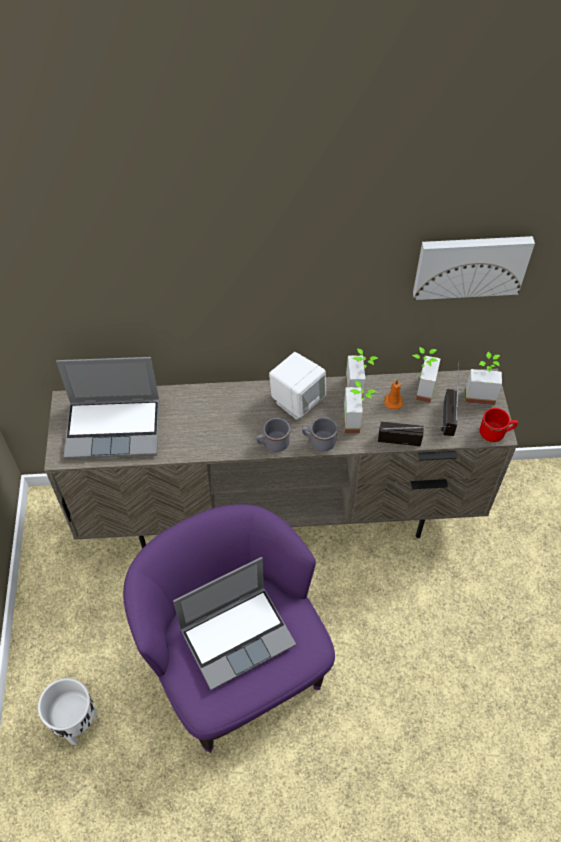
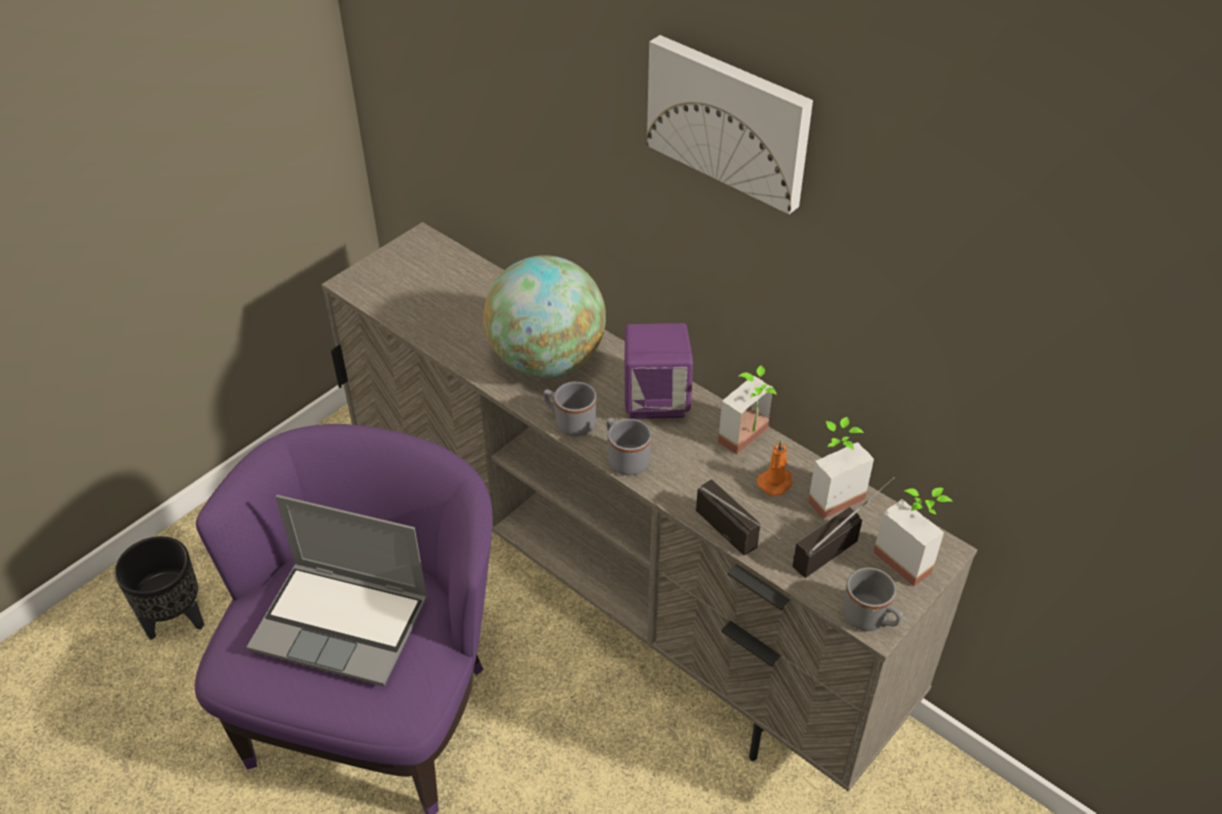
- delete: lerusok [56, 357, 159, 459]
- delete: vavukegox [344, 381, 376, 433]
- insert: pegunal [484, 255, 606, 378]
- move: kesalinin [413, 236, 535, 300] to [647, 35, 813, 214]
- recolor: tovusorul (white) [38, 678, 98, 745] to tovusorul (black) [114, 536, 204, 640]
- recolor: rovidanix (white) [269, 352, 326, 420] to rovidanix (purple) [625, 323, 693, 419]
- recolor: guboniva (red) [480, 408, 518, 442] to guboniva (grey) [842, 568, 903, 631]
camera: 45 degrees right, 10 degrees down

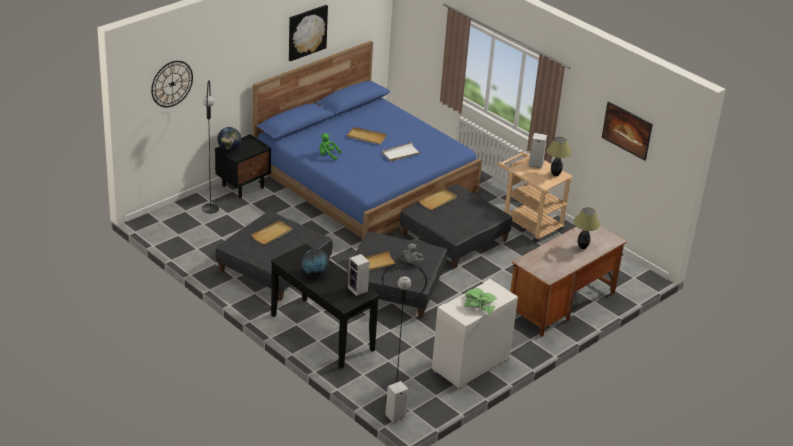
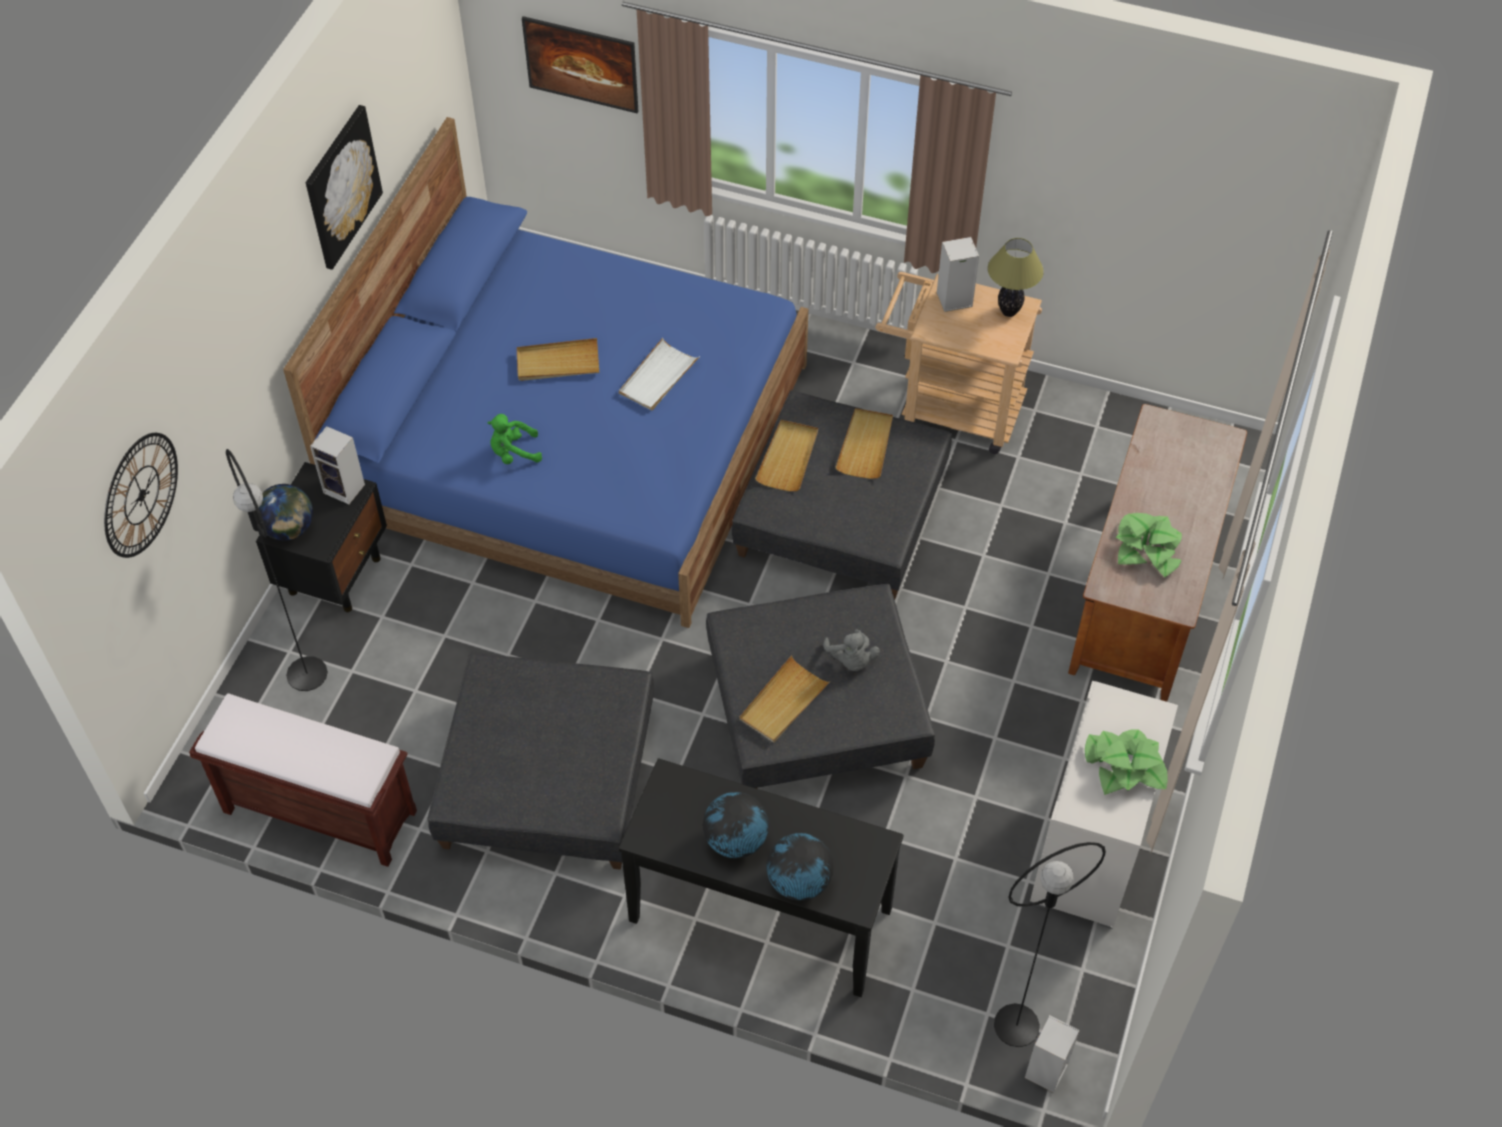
- delete: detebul [573, 207, 600, 249]
- insert: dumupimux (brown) [189, 693, 417, 867]
- insert: pegunal [767, 833, 834, 901]
- insert: vavukegox [1116, 513, 1182, 577]
- move: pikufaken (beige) [251, 220, 292, 244] to [835, 408, 893, 479]
- move: rovidanix [348, 254, 370, 296] to [310, 426, 365, 504]
- move: kesalinin [602, 101, 653, 161] to [522, 16, 638, 113]
camera: 25 degrees left, 20 degrees up

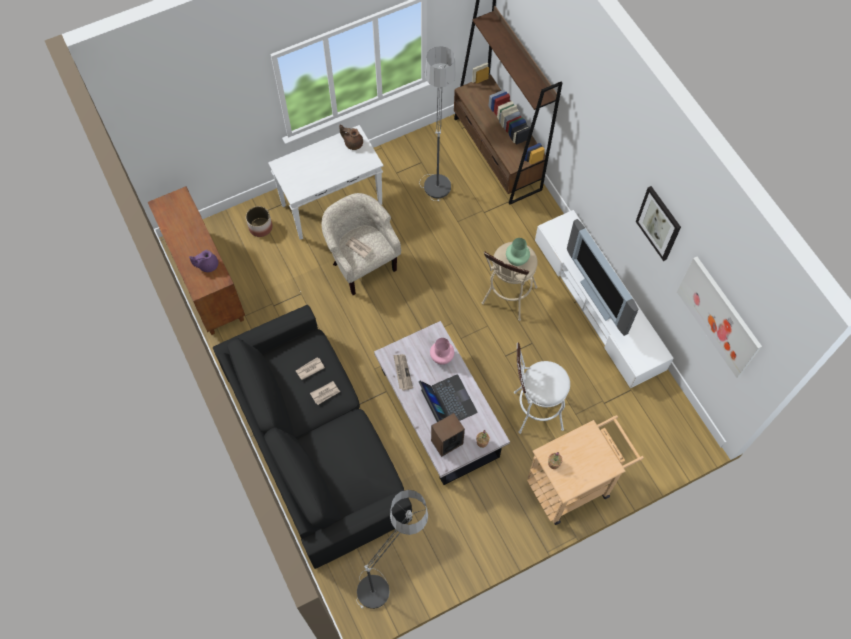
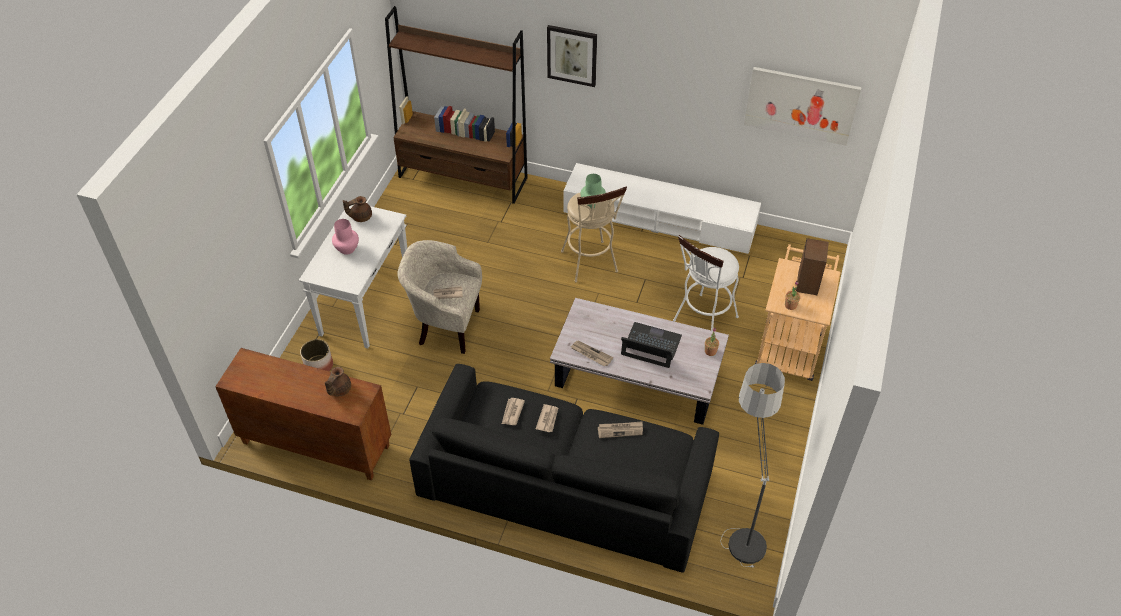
- delete: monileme [419, 46, 456, 201]
- delete: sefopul [567, 219, 639, 336]
- insert: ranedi [598, 421, 643, 438]
- move: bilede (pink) [430, 338, 454, 365] to [332, 219, 359, 255]
- move: rovidanix [431, 413, 465, 457] to [796, 238, 829, 295]
- move: kesalinin [636, 186, 681, 261] to [547, 25, 597, 87]
- recolor: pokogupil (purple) [189, 250, 218, 272] to pokogupil (brown) [325, 367, 351, 396]
camera: 45 degrees left, 15 degrees down

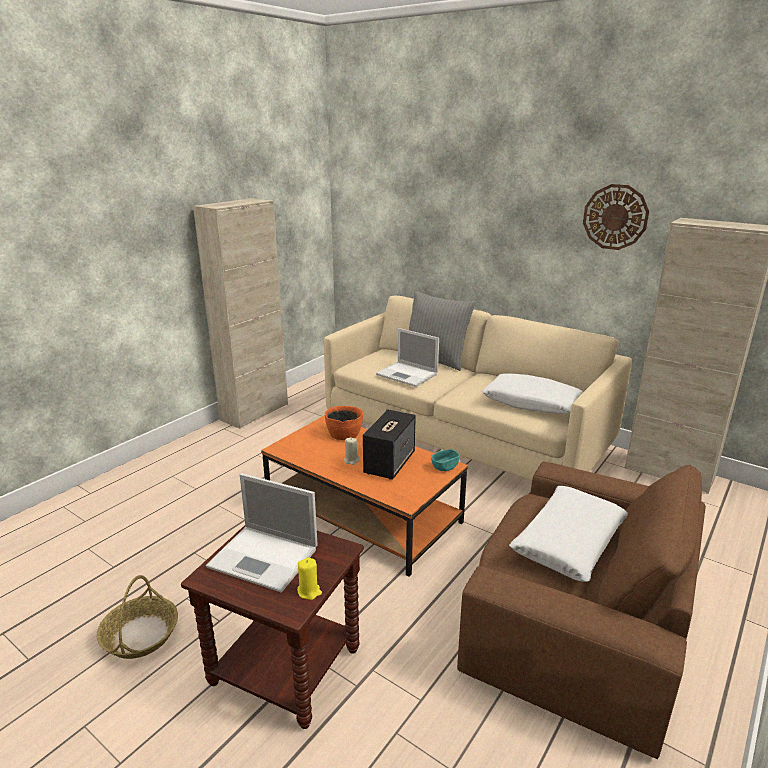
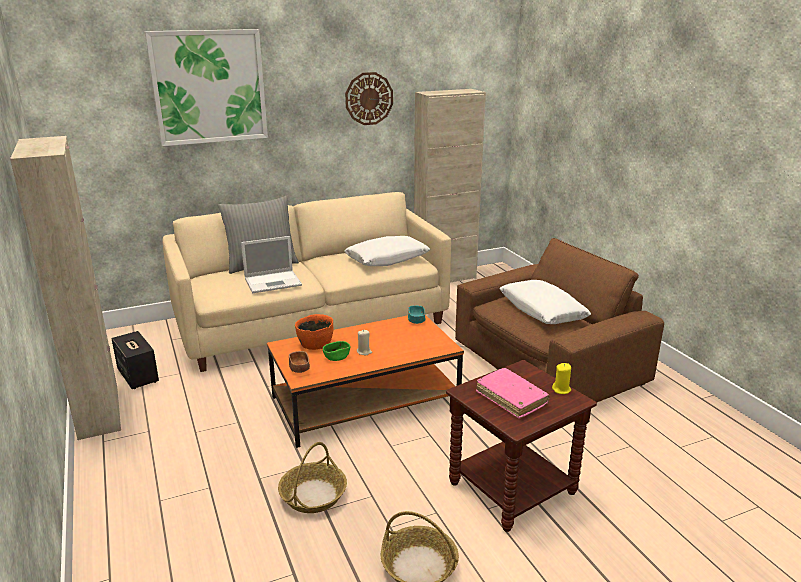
- insert: kesalinin [145, 29, 268, 146]
- insert: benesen [278, 442, 347, 513]
- insert: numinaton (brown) [289, 351, 310, 373]
- insert: numinaton (green) [323, 341, 350, 361]
- move: rovidanix [363, 409, 416, 480] to [111, 331, 159, 389]
- replace: lerusok [206, 473, 318, 593] to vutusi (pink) [476, 368, 550, 419]
camera: 60 degrees left, 0 degrees up

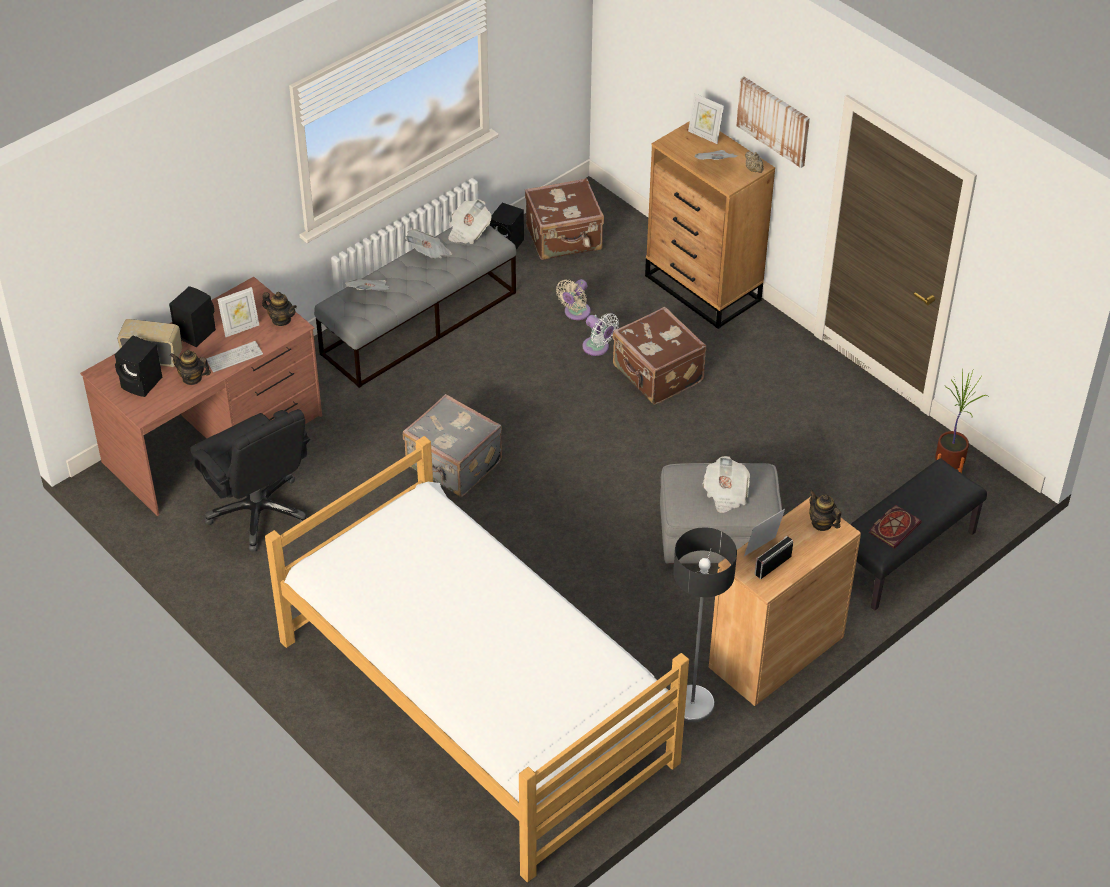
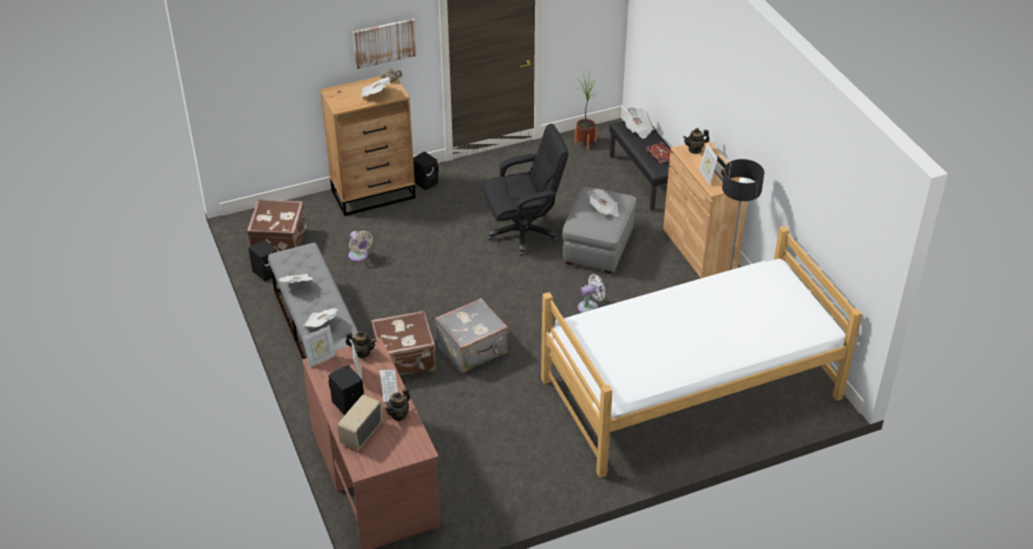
- move: rovidanix (black) [115, 335, 162, 397] to [413, 151, 439, 190]
- move: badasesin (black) [190, 409, 310, 551] to [482, 124, 568, 256]
- move: ranedi [448, 199, 491, 244] to [624, 107, 654, 139]
- move: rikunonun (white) [582, 313, 619, 356] to [578, 274, 606, 313]
- move: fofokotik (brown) [613, 307, 706, 405] to [371, 310, 436, 377]
- move: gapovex [688, 93, 724, 144] to [303, 325, 336, 368]
- rotate: pokogupil [262, 292, 297, 326] = [346, 330, 377, 358] 60 degrees clockwise
camera: 70 degrees left, 5 degrees down

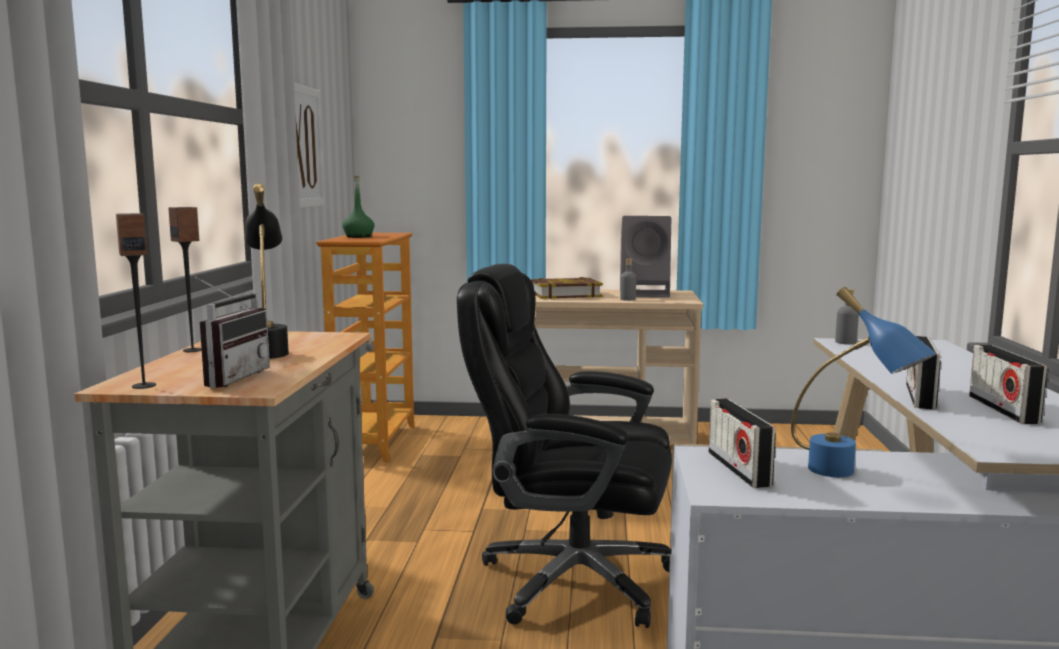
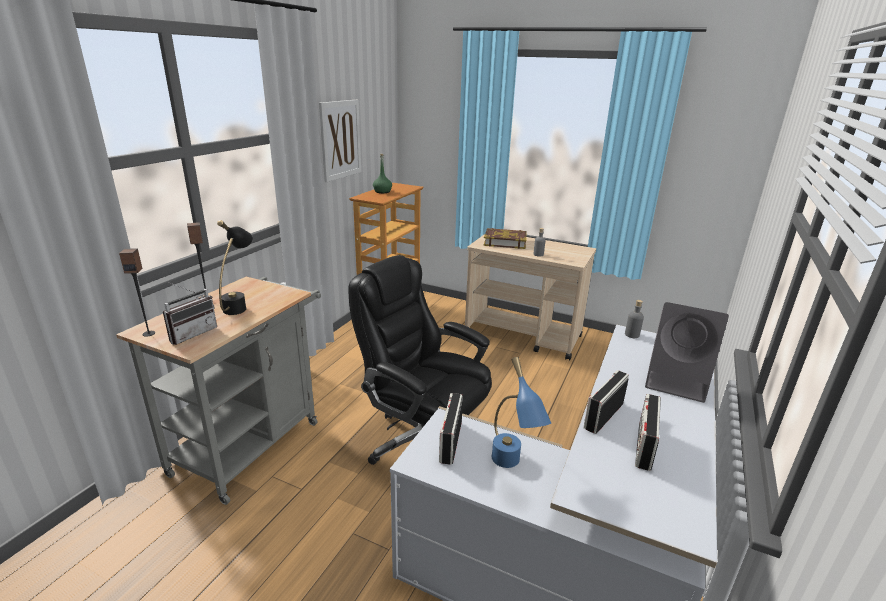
- move: rovidanix (grey) [620, 216, 671, 298] to [645, 302, 729, 403]
camera: 20 degrees right, 15 degrees up

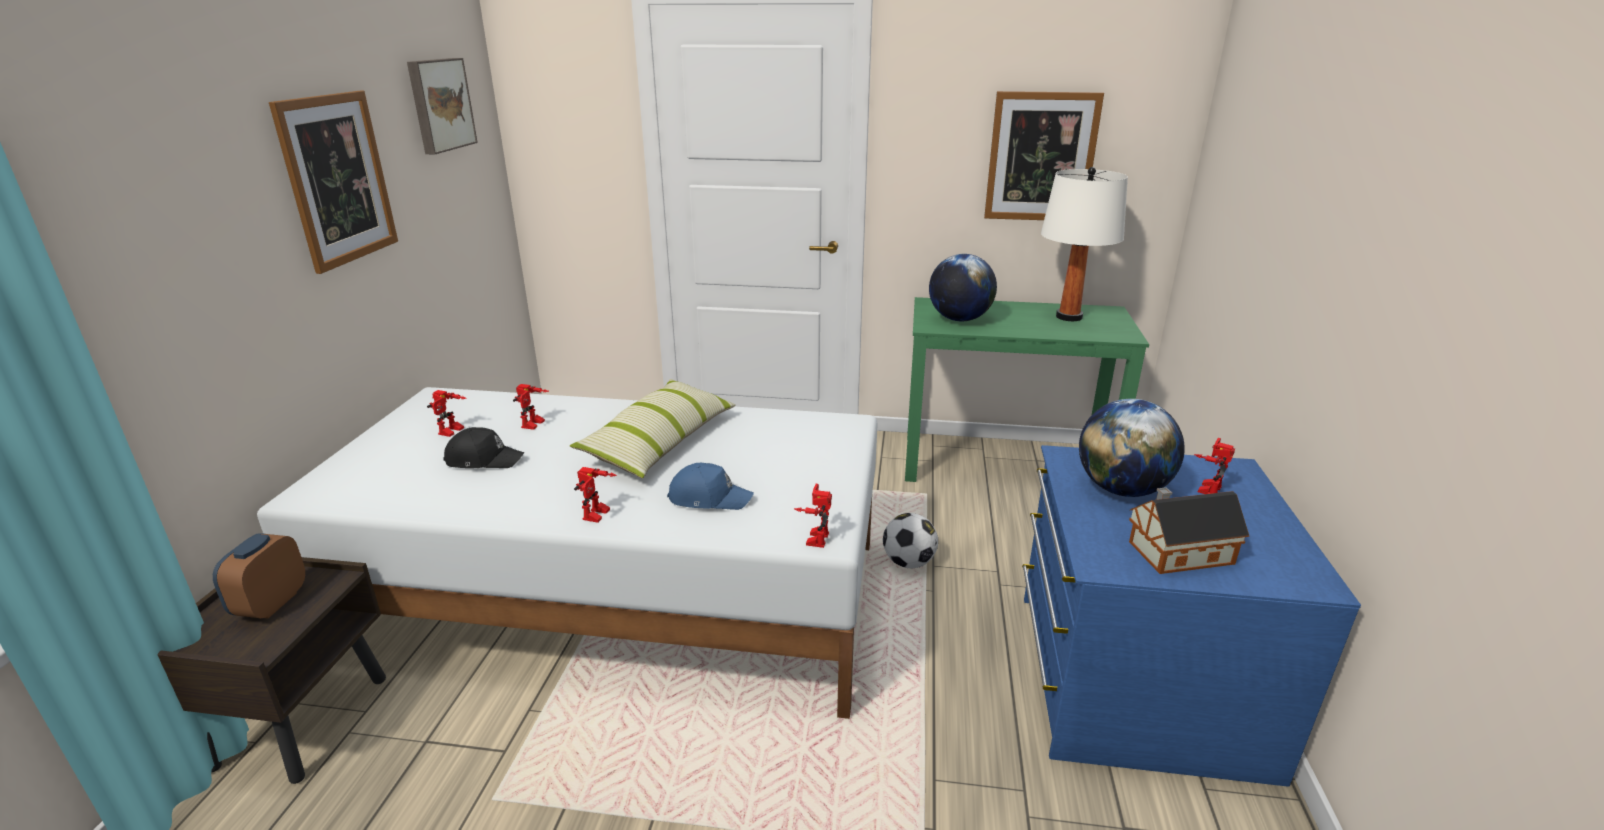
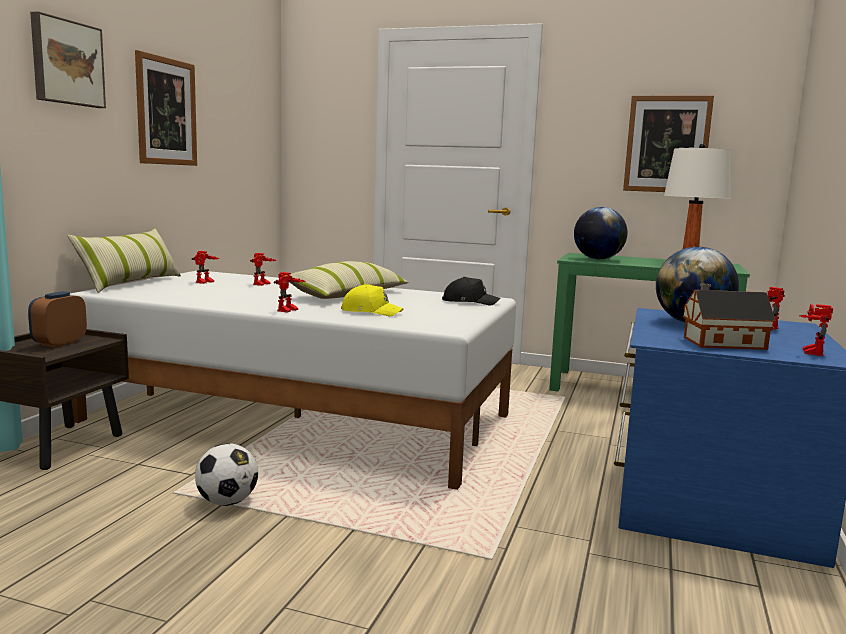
- insert: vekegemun [68, 228, 181, 293]
- move: kesalinin [407, 58, 478, 154] to [30, 11, 106, 108]
- move: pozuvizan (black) [443, 427, 525, 468] to [442, 277, 500, 306]
- move: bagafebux [794, 484, 832, 548] to [799, 304, 833, 356]
- move: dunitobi [883, 513, 938, 568] to [195, 443, 258, 506]
- recolor: pozuvizan (blue) [667, 463, 754, 510] to pozuvizan (yellow) [341, 284, 404, 316]
camera: 10 degrees right, 15 degrees down

